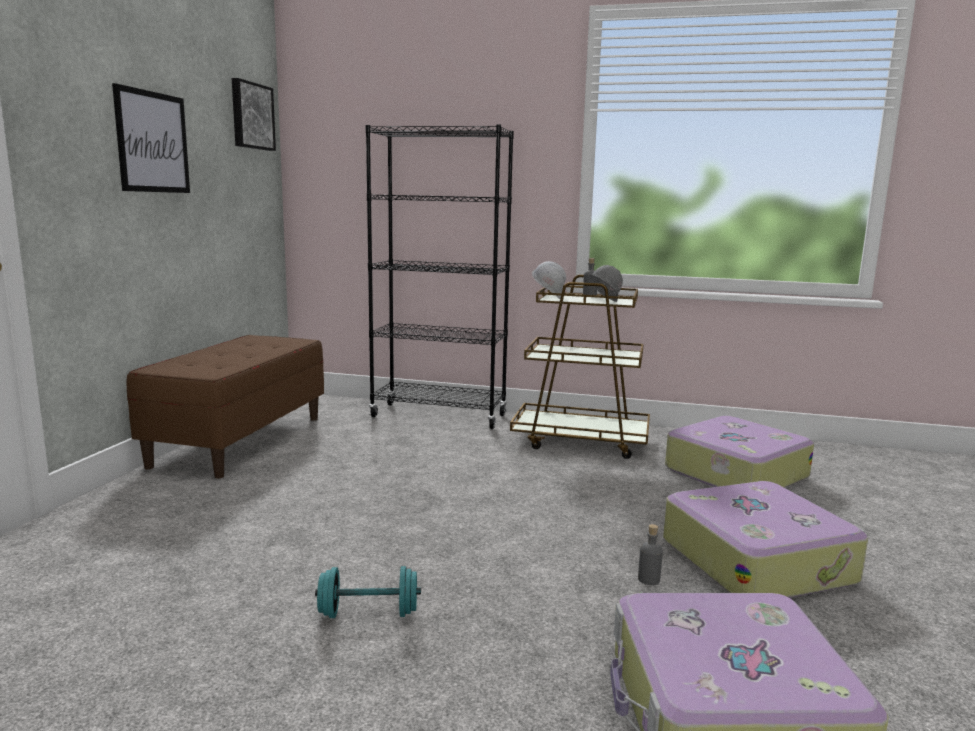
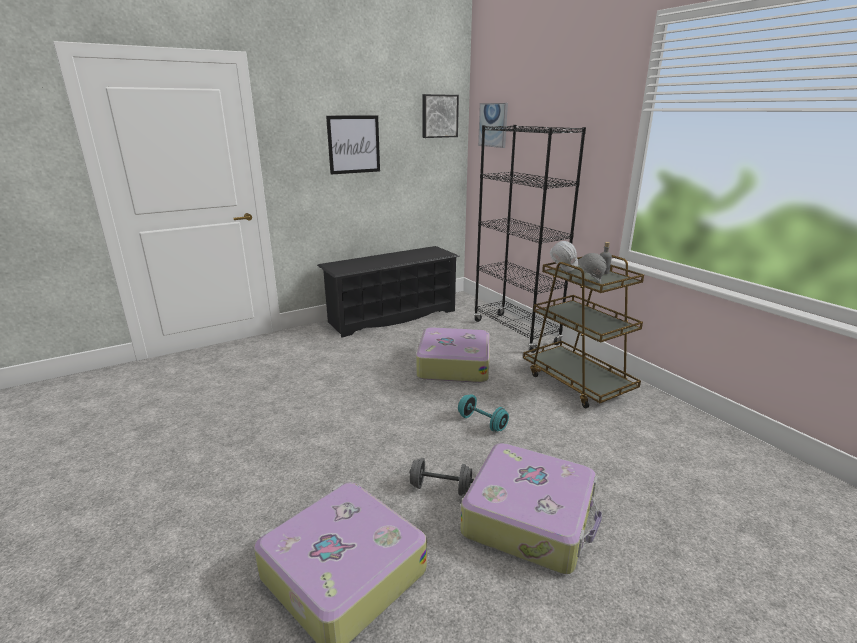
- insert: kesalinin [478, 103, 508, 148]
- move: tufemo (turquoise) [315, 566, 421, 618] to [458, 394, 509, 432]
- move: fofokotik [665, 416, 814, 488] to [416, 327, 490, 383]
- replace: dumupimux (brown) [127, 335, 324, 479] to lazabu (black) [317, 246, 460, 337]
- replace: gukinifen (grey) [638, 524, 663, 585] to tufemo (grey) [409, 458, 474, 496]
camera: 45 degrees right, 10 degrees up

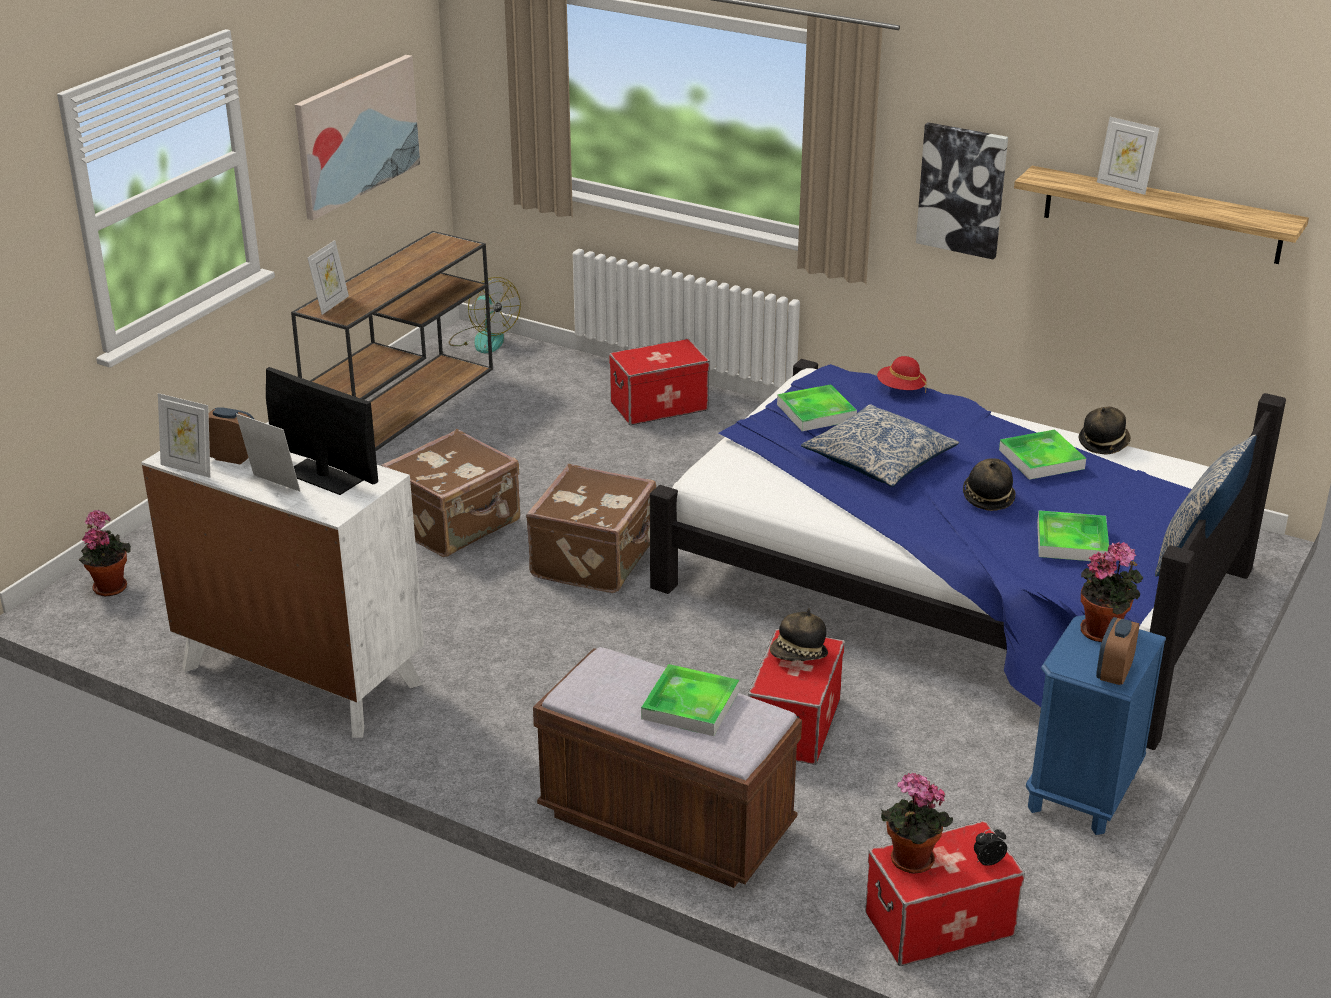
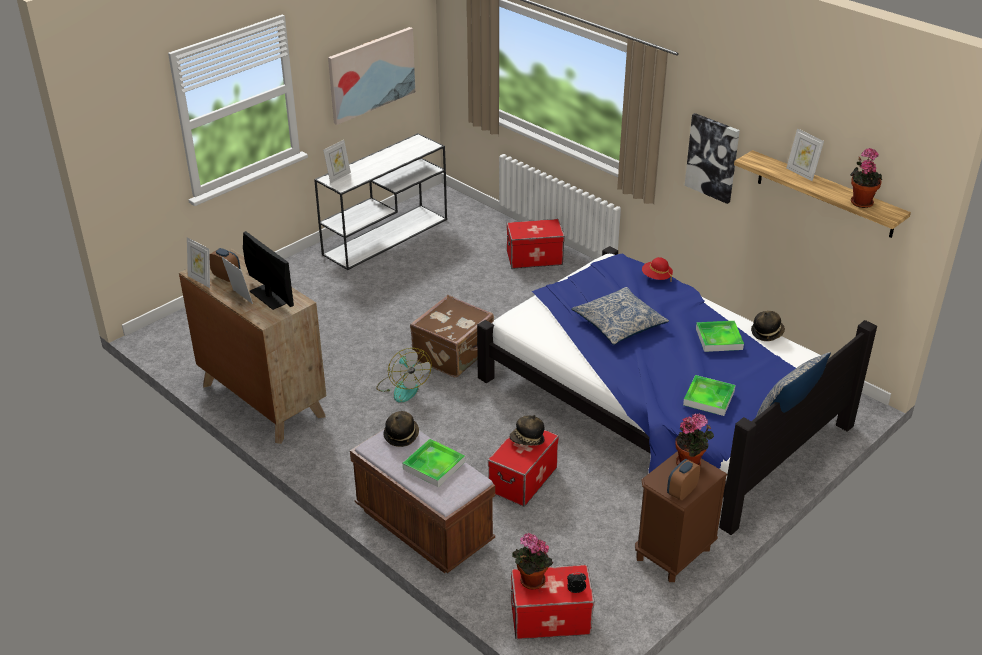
- delete: fofokotik (brown) [380, 429, 520, 557]
- delete: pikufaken [777, 384, 857, 431]
- move: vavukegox [79, 510, 131, 597] to [850, 148, 882, 208]
- move: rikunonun [449, 277, 521, 353] to [376, 348, 432, 403]
- move: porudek [963, 459, 1016, 511] to [384, 411, 419, 447]
- recolor: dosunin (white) [141, 451, 424, 738] to dosunin (brown) [179, 248, 326, 444]
- recolor: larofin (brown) [291, 231, 493, 451] to larofin (white) [314, 133, 447, 270]
- recolor: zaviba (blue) [1026, 615, 1166, 835] to zaviba (brown) [635, 451, 728, 582]
camera: 15 degrees right, 5 degrees up

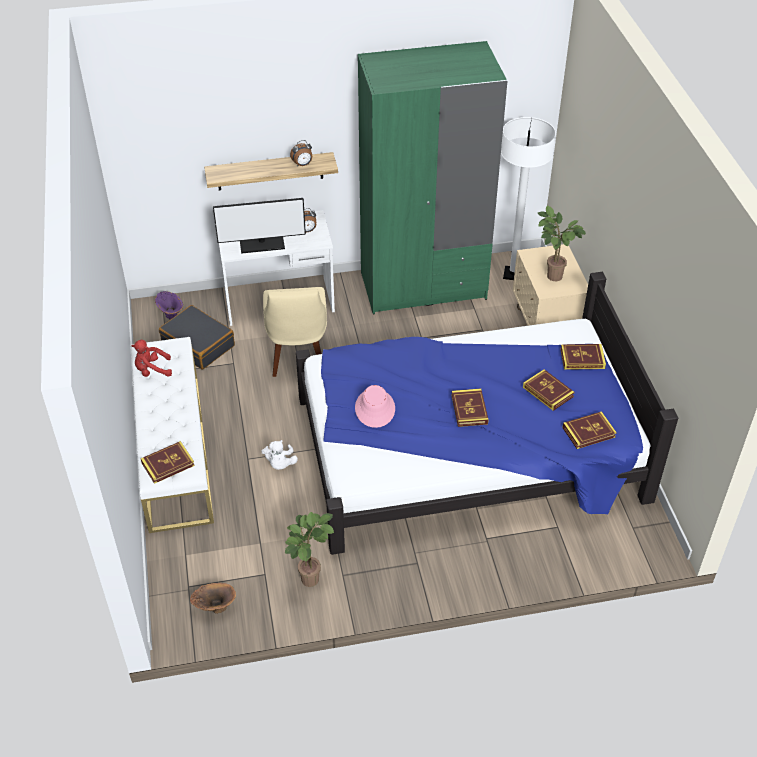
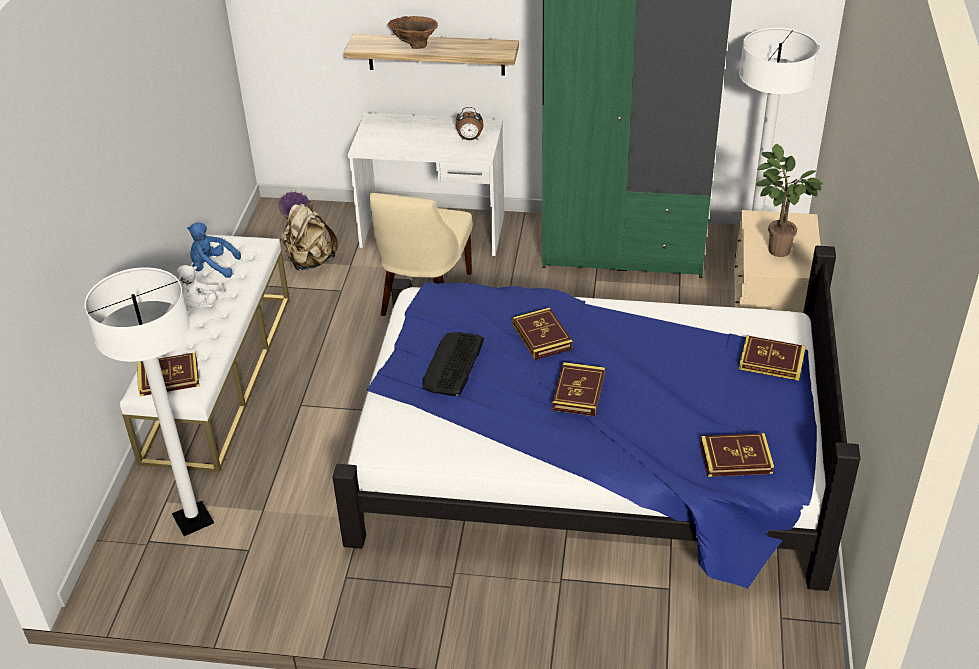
- delete: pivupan [213, 198, 306, 254]
- delete: vavukegox [285, 512, 334, 587]
- delete: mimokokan [290, 140, 312, 167]
- insert: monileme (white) [84, 267, 214, 536]
- move: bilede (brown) [190, 583, 236, 614] to [388, 16, 438, 49]
- move: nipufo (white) [262, 440, 298, 470] to [177, 265, 225, 307]
- move: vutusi [523, 369, 575, 411] to [513, 307, 573, 360]
- replace: fofokotik (black) [159, 305, 235, 370] to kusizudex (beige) [280, 201, 338, 271]
- replace: porudek (pink) [355, 385, 395, 428] to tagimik [422, 332, 484, 396]
- recolor: nipufo (red) [132, 340, 172, 377] to nipufo (blue) [187, 222, 241, 278]
camera: 20 degrees right, 5 degrees down

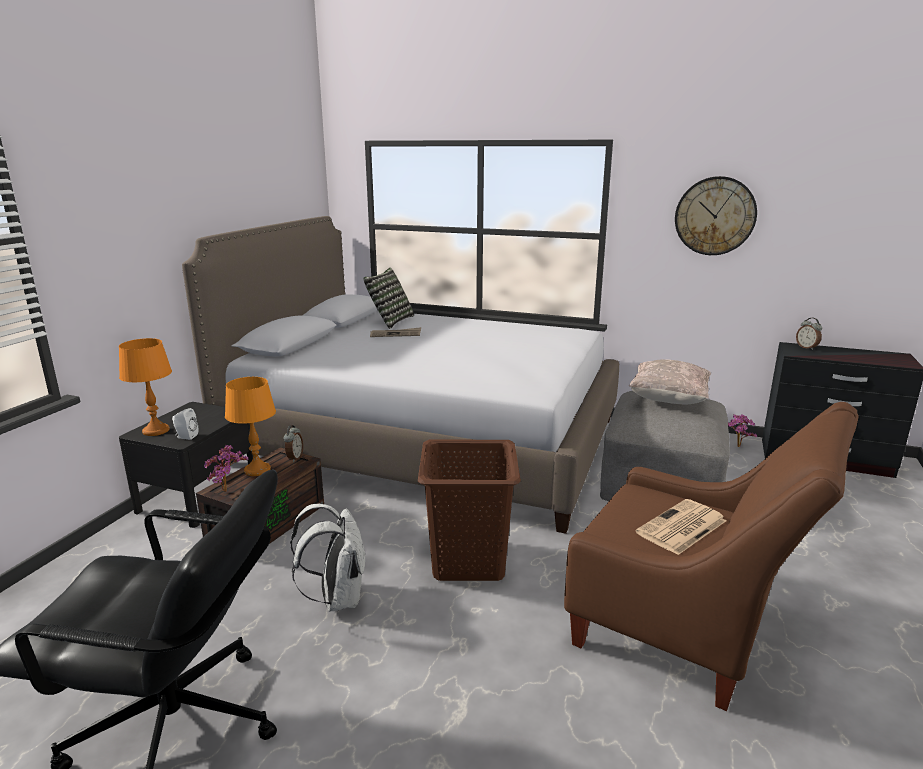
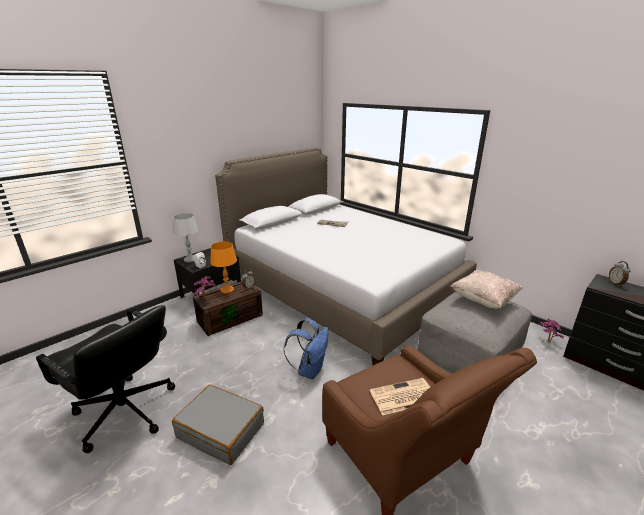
- delete: kusizudex (white) [290, 504, 366, 612]
- delete: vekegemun [363, 268, 414, 329]
- delete: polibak [675, 176, 757, 255]
- insert: fofokotik (grey) [172, 385, 264, 465]
- replace: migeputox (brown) [418, 439, 521, 581] to kusizudex (blue) [284, 318, 328, 379]
- recolor: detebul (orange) [119, 338, 172, 436] to detebul (grey) [173, 213, 199, 262]
camera: 25 degrees right, 5 degrees up

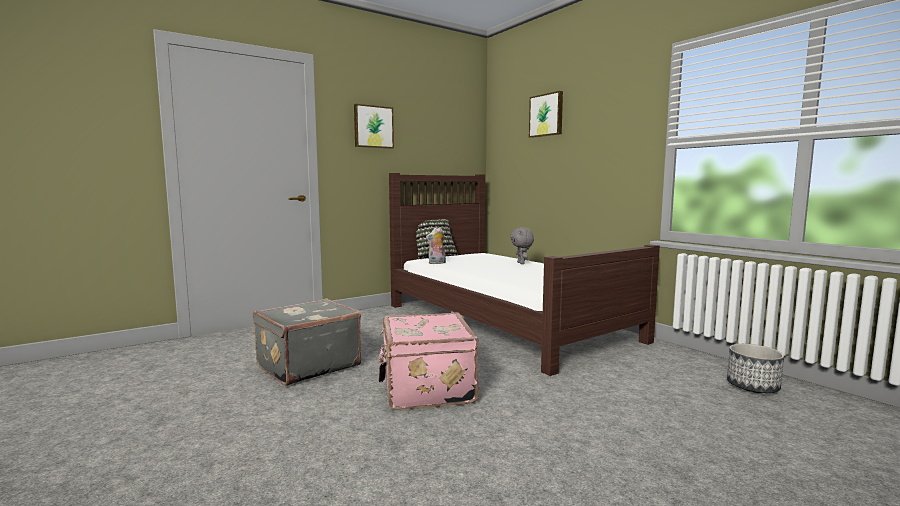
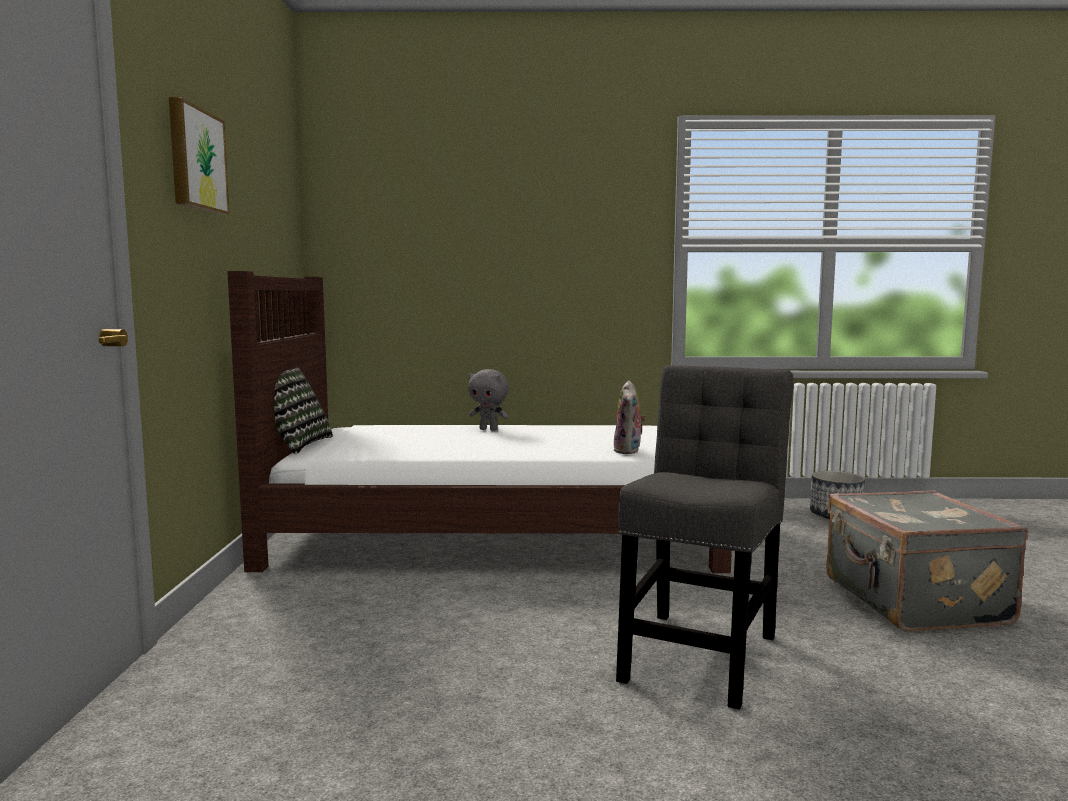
- delete: kesalinin [529, 91, 563, 138]
- move: fofokotik (grey) [253, 298, 361, 386] to [826, 490, 1028, 632]
- move: nipufo [426, 228, 446, 264] to [614, 380, 646, 454]
- replace: fofokotik (pink) [378, 313, 478, 410] to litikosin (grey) [616, 366, 794, 710]
camera: 55 degrees left, 0 degrees up

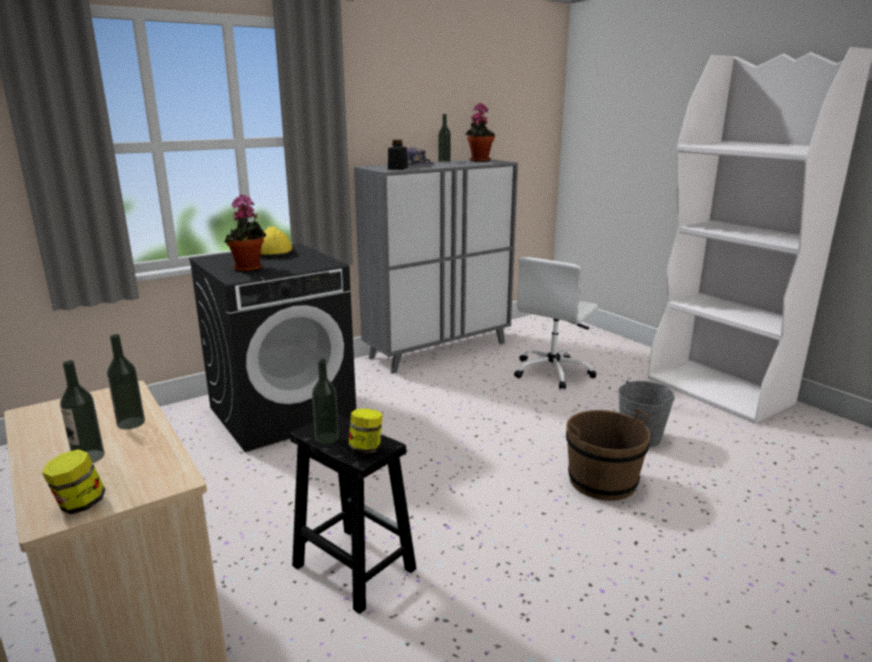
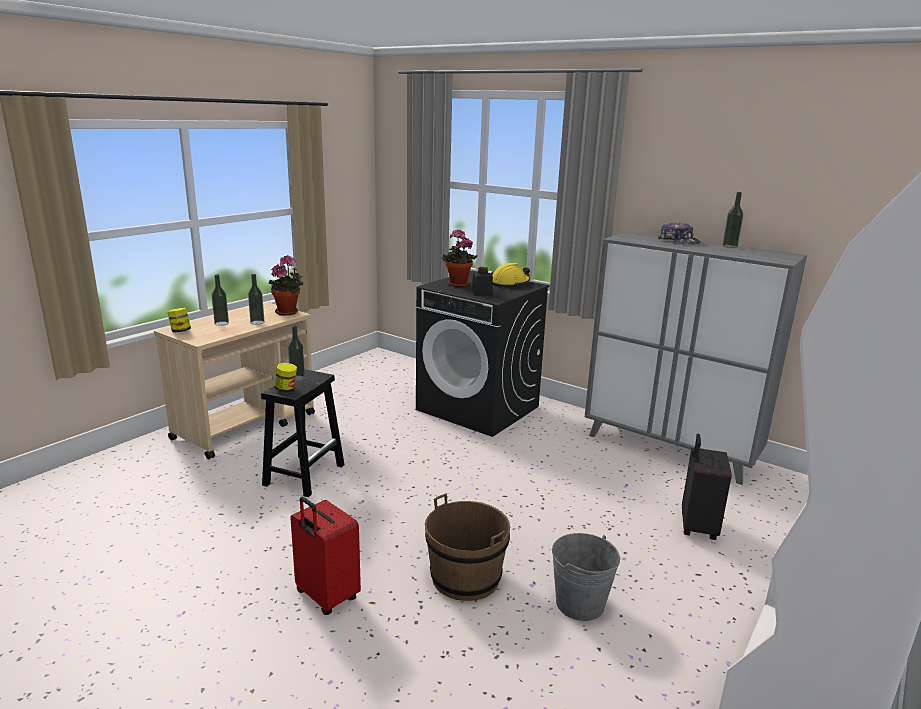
- insert: fofokotik (red) [290, 497, 361, 615]
- move: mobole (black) [388, 140, 408, 170] to [472, 267, 493, 296]
- move: vavukegox [466, 103, 495, 162] to [268, 255, 303, 315]
- replace: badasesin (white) [514, 257, 598, 389] to fofokotik (black) [682, 434, 732, 540]
camera: 70 degrees right, 0 degrees up

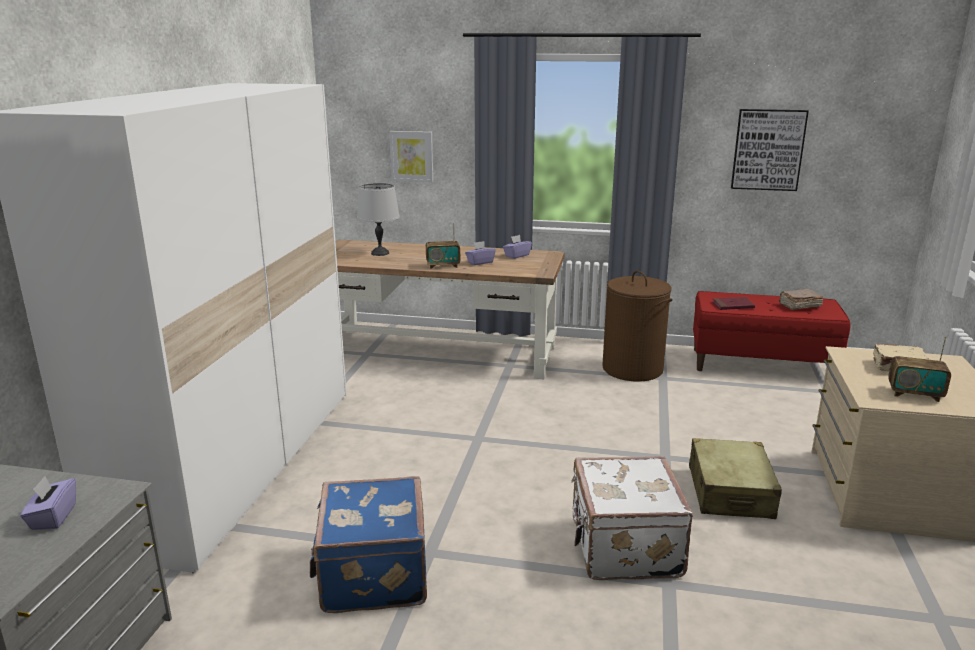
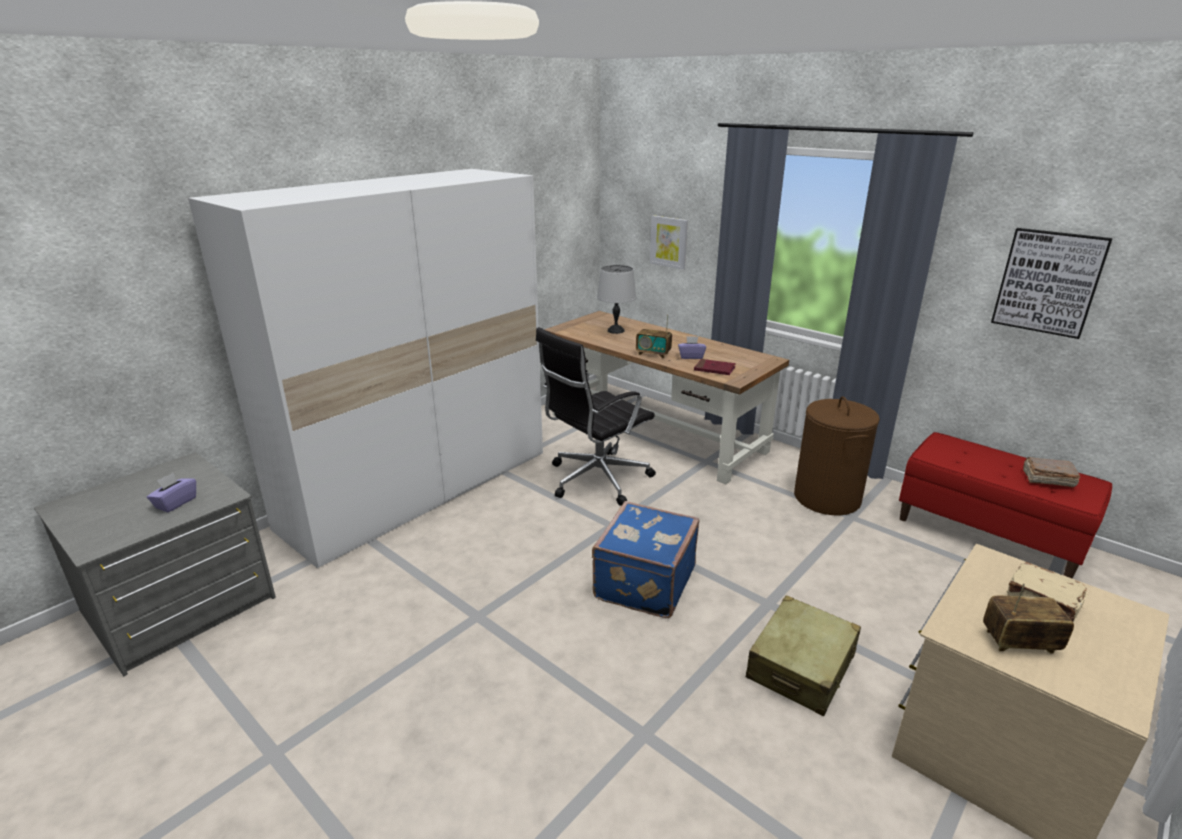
- delete: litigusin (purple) [503, 235, 532, 259]
- delete: fofokotik (white) [571, 456, 693, 580]
- insert: badasesin (black) [536, 327, 656, 506]
- move: fofokotik (blue) [310, 476, 427, 613] to [592, 501, 700, 618]
- move: vutusi (red) [712, 297, 755, 310] to [694, 359, 736, 375]
- rotate: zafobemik [888, 336, 951, 402] = [983, 583, 1074, 654] 135 degrees clockwise
camera: 30 degrees right, 5 degrees up

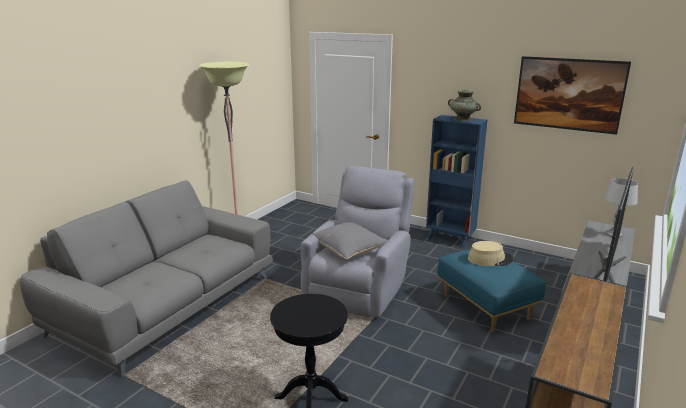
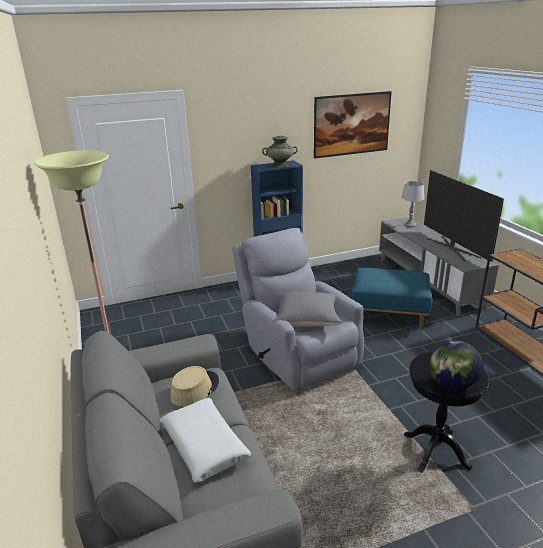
- insert: vekegemun (white) [160, 398, 251, 483]
- insert: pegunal [430, 341, 483, 392]
- move: porudek (beige) [468, 241, 514, 266] to [170, 366, 219, 407]
camera: 50 degrees left, 5 degrees up

